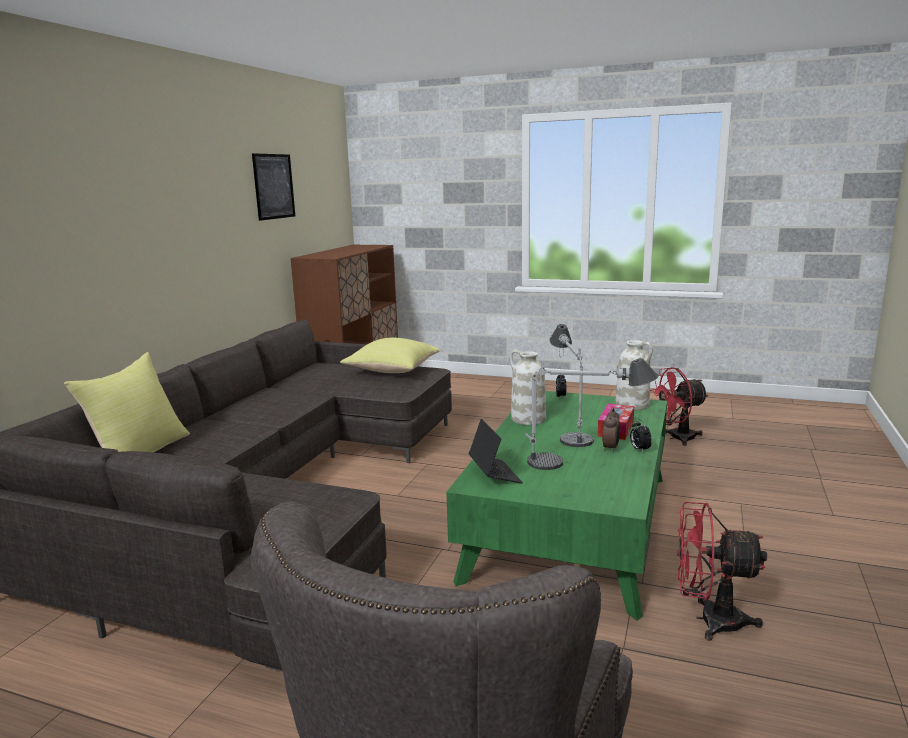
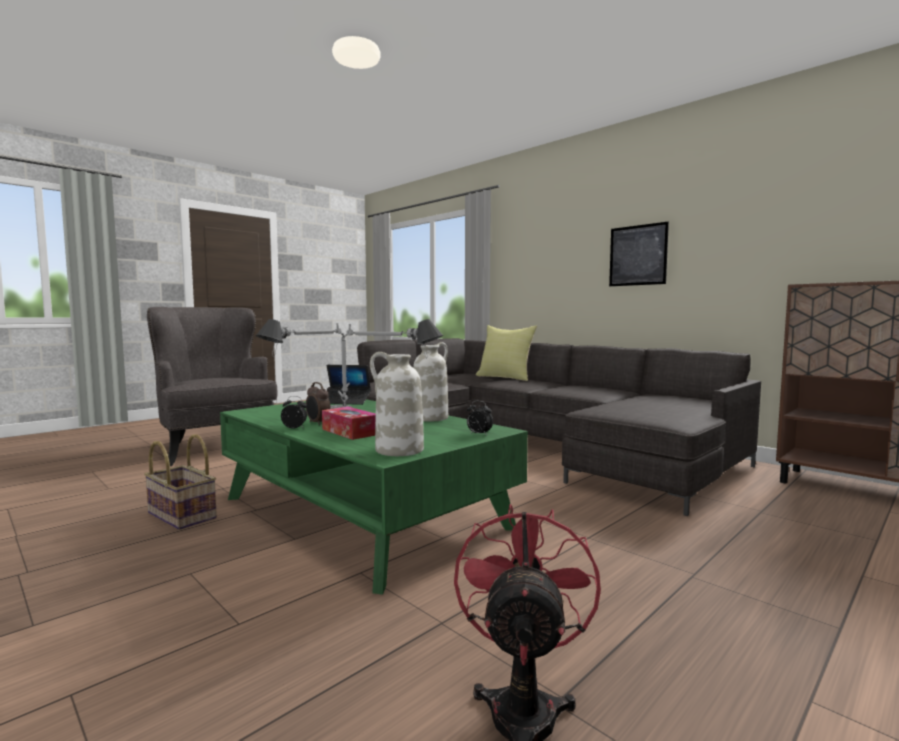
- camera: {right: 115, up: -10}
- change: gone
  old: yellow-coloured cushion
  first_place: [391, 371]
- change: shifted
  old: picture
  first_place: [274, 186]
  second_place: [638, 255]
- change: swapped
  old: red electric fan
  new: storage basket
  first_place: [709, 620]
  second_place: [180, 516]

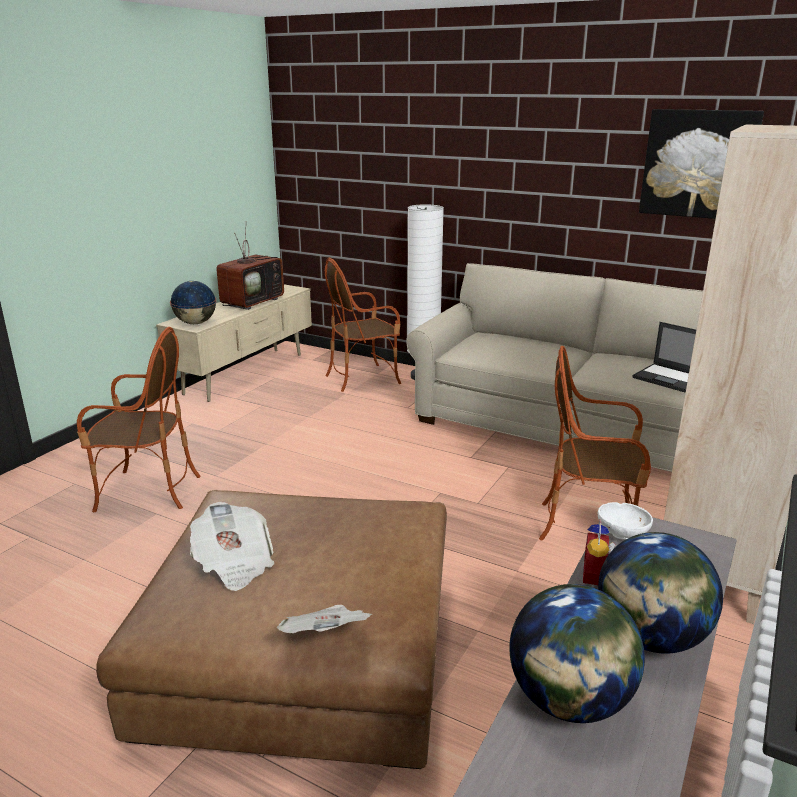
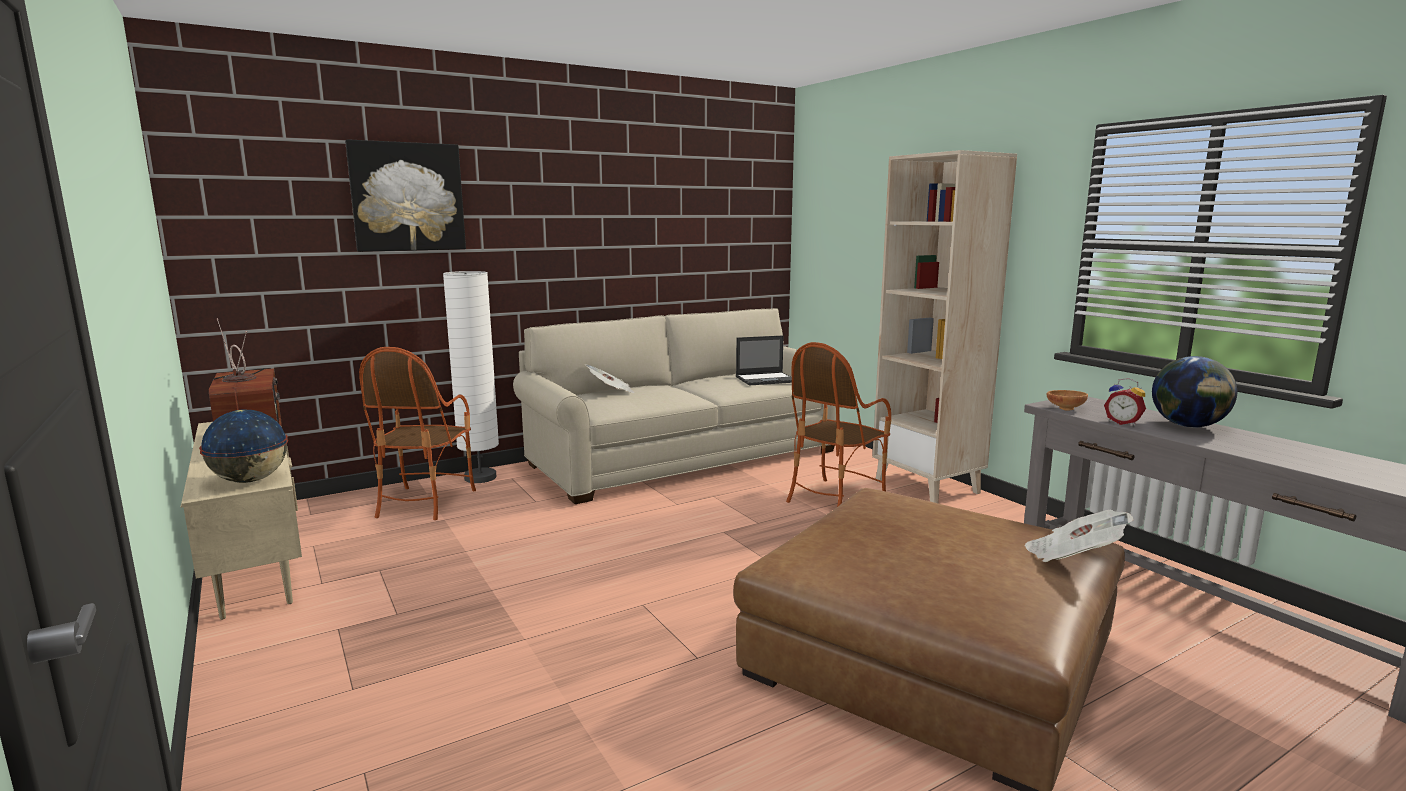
- camera: {right: -60, up: -10}
- change: gone
  old: lounge chair
  first_place: [147, 492]
- change: gone
  old: world globe
  first_place: [569, 701]
- change: shifted
  old: printed paper
  first_place: [234, 564]
  second_place: [611, 391]
- change: shifted
  old: picture
  first_place: [698, 164]
  second_place: [407, 197]
- change: repainted
  old: white serving bowl
  new: brown-coloured serving bowl
  first_place: [623, 533]
  second_place: [1065, 408]

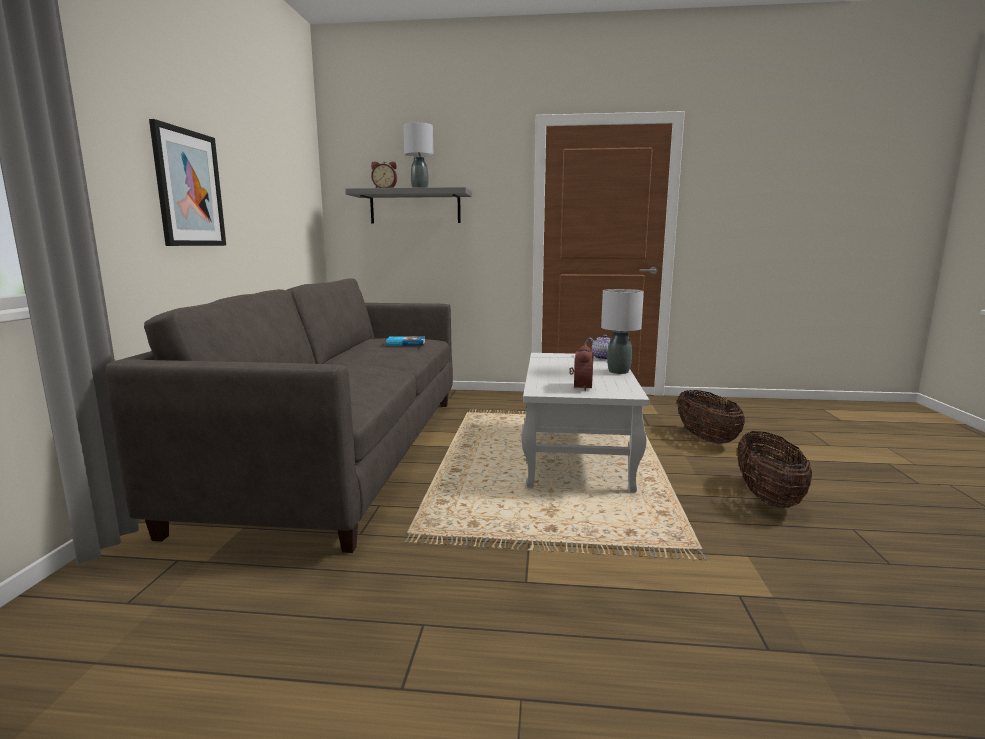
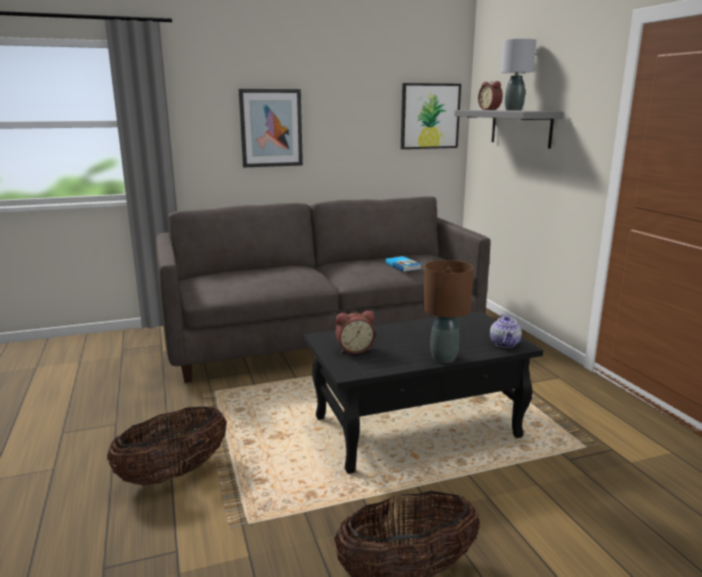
- camera: {right: 65, up: 5}
- change: new
  new: picture
  second_place: [429, 116]
- change: shifted
  old: storage basket
  first_place: [706, 439]
  second_place: [173, 473]
- change: repainted
  old: white low table
  new: black low table
  first_place: [576, 454]
  second_place: [417, 427]
- change: repainted
  old: grey lamp for a table
  new: brown-coloured lamp for a table
  first_place: [618, 371]
  second_place: [444, 358]

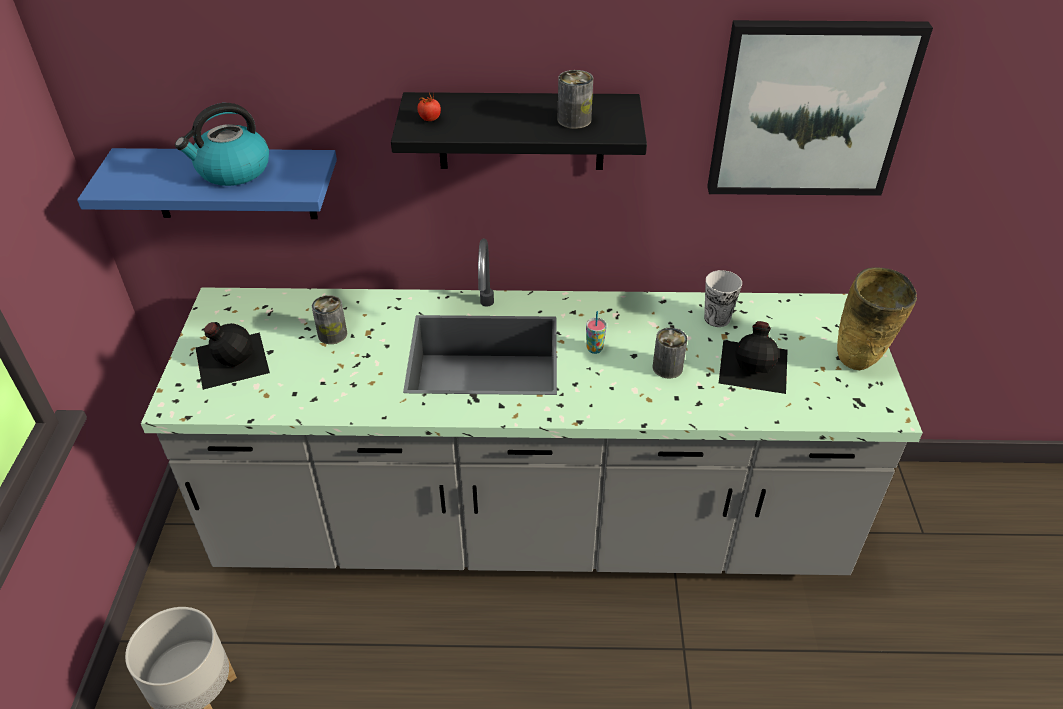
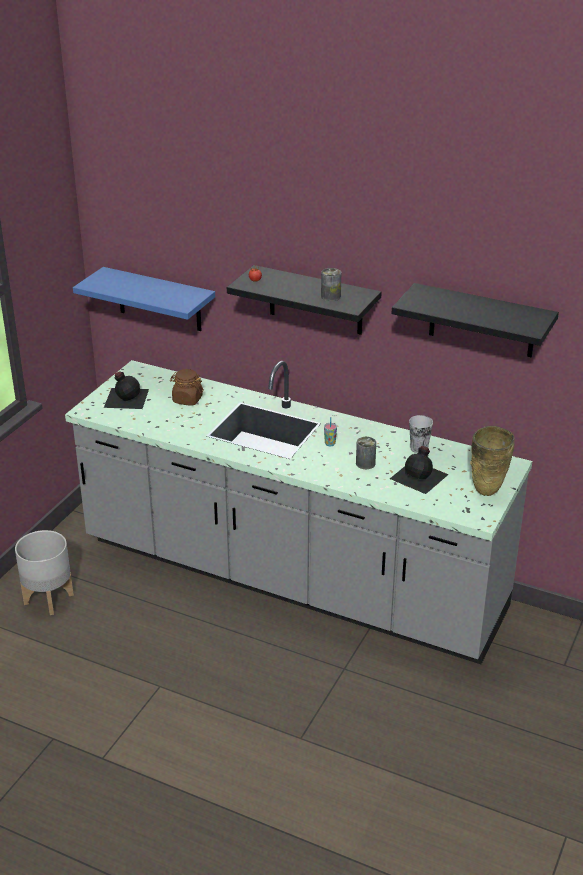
- camera: {right: 25, up: -10}
- change: gone
  old: tea kettle
  first_place: [232, 171]
- change: swapped
  old: metal can
  new: brown-coloured preserve jar
  first_place: [332, 334]
  second_place: [187, 399]
- change: swapped
  old: picture
  new: black wall shelf
  first_place: [810, 109]
  second_place: [482, 321]

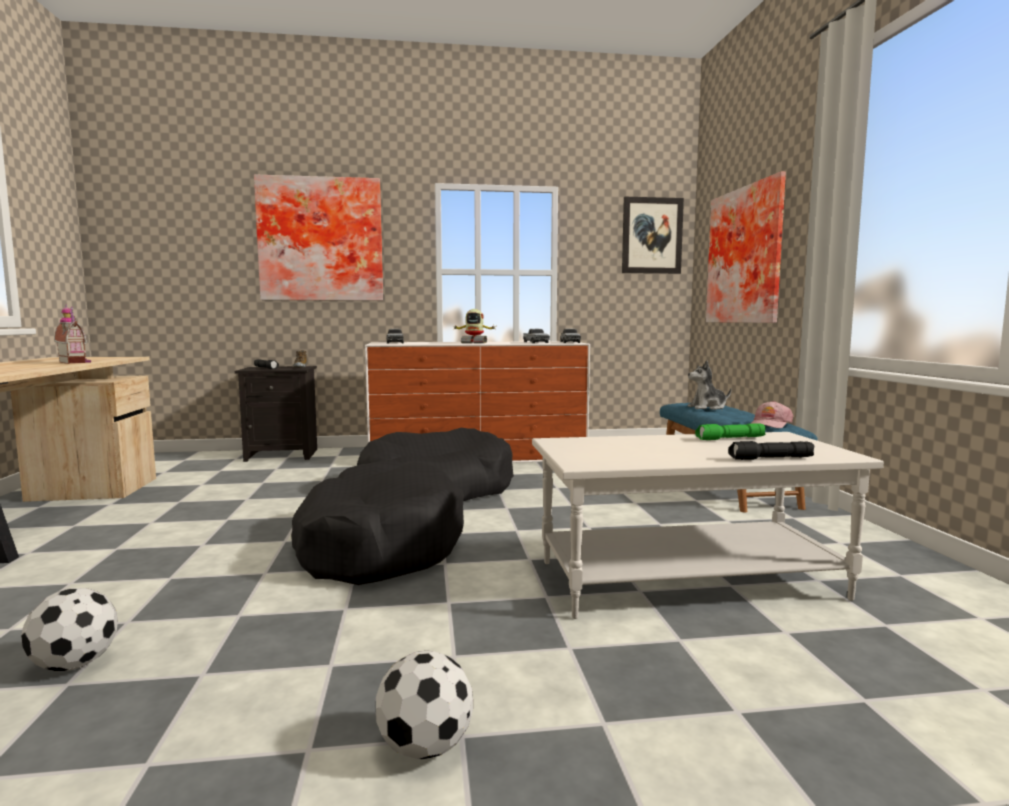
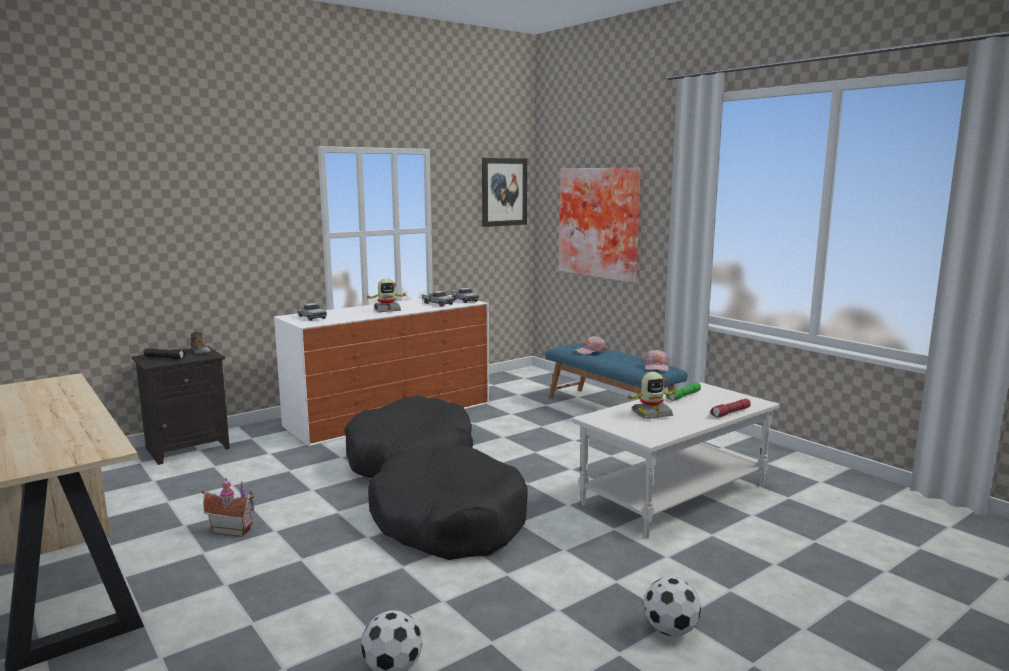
- camera: {right: -30, up: 5}
- change: gone
  old: picture
  first_place: [321, 240]
- change: new
  new: toy robot
  second_place: [651, 414]
- change: shifted
  old: toy house
  first_place: [76, 362]
  second_place: [233, 529]
- change: swapped
  old: cuddly toy
  new: pink-coloured cap
  first_place: [707, 407]
  second_place: [591, 351]
- change: repainted
  old: black flashlight
  new: red flashlight
  first_place: [770, 459]
  second_place: [731, 413]

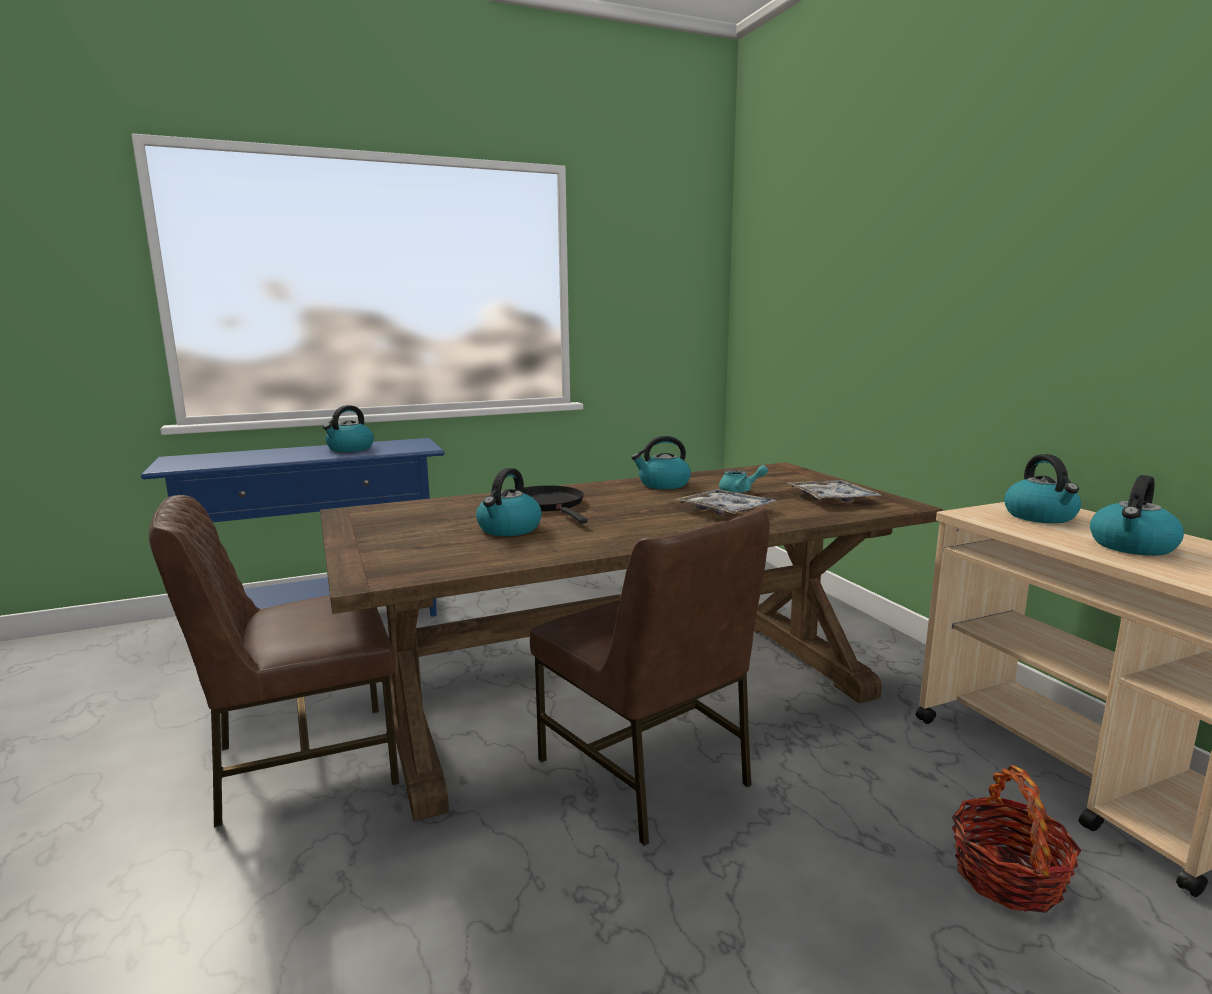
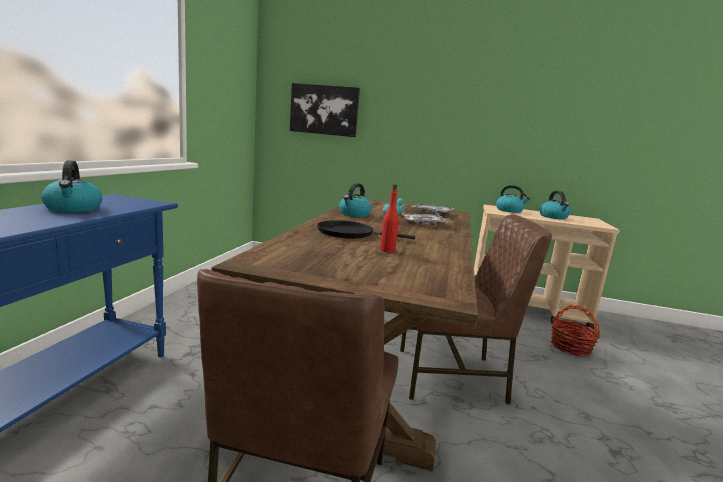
- camera: {right: -55, up: 0}
- change: new
  new: picture
  second_place: [324, 110]
- change: swapped
  old: tea kettle
  new: red bottle
  first_place: [509, 529]
  second_place: [387, 250]

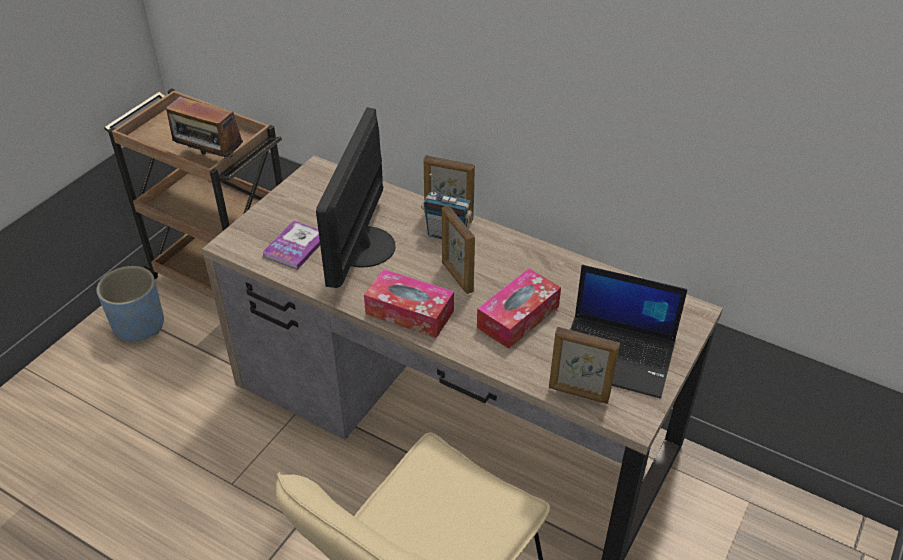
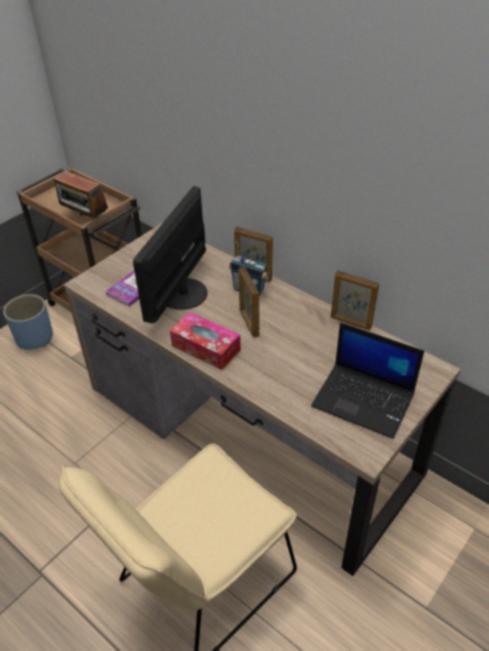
- camera: {right: 10, up: 0}
- change: gone
  old: box of tissues
  first_place: [518, 317]
- change: shifted
  old: picture frame
  first_place: [578, 393]
  second_place: [350, 322]

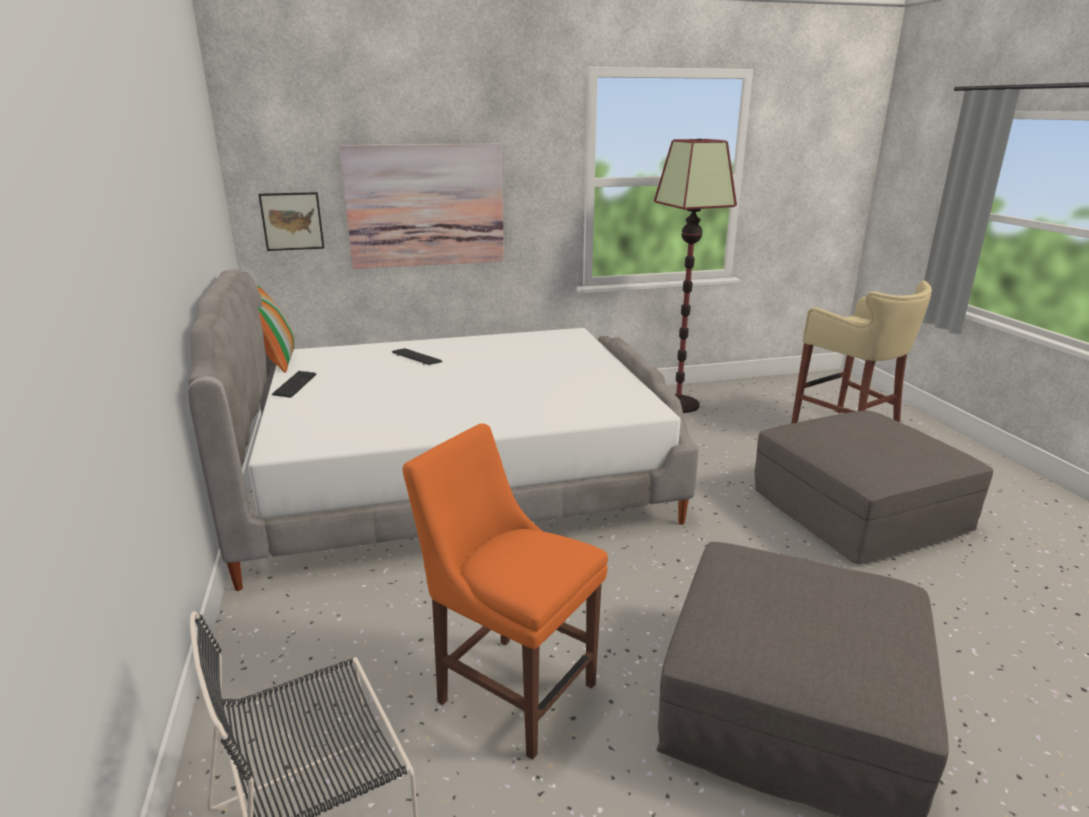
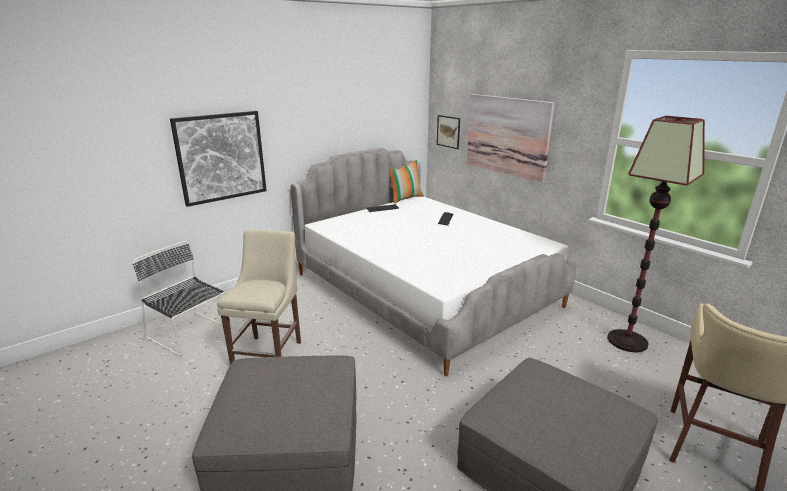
- camera: {right: 65, up: 0}
- change: new
  new: picture
  second_place: [221, 157]
- change: repainted
  old: orangey chair
  new: beige-coloured chair
  first_place: [511, 689]
  second_place: [269, 352]

